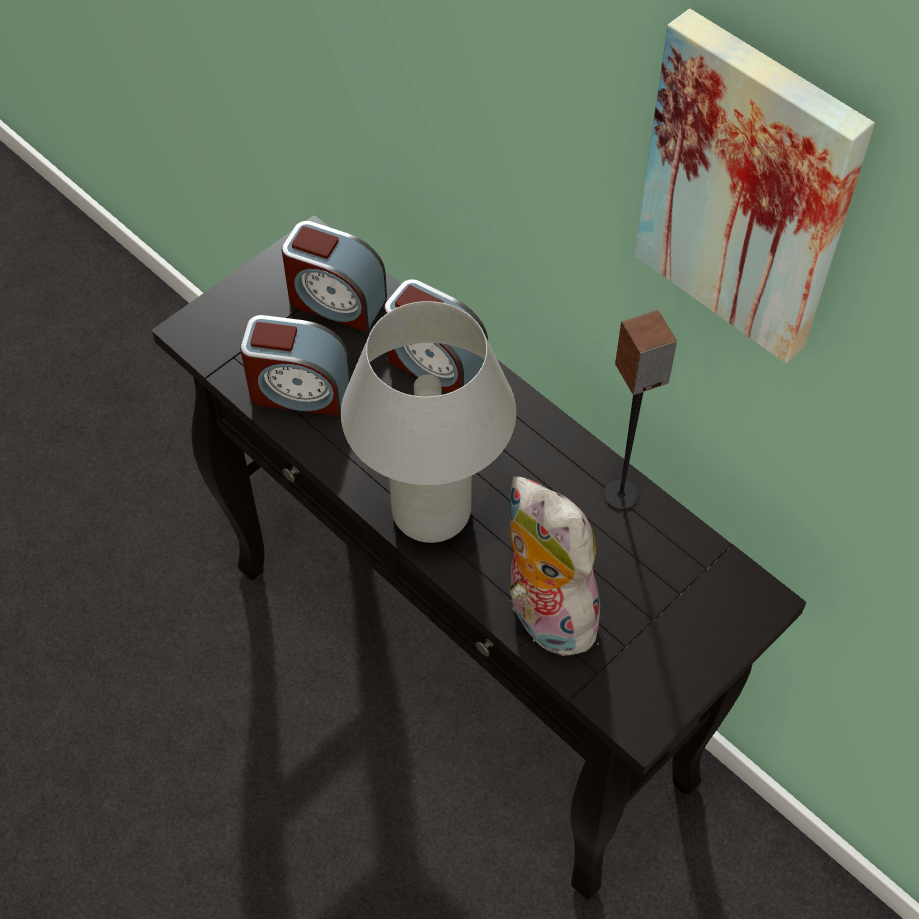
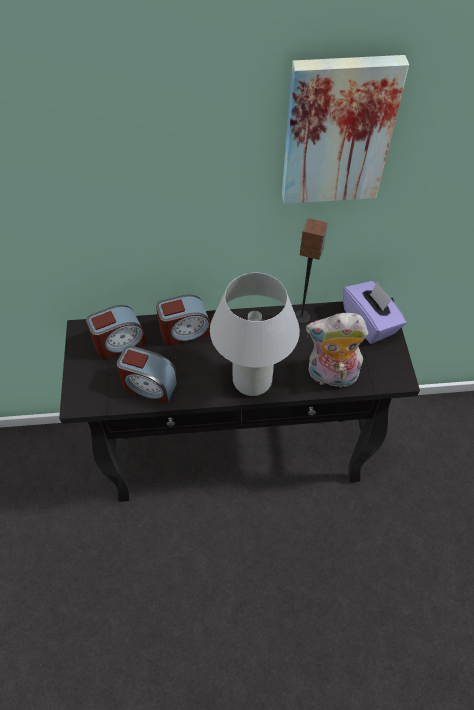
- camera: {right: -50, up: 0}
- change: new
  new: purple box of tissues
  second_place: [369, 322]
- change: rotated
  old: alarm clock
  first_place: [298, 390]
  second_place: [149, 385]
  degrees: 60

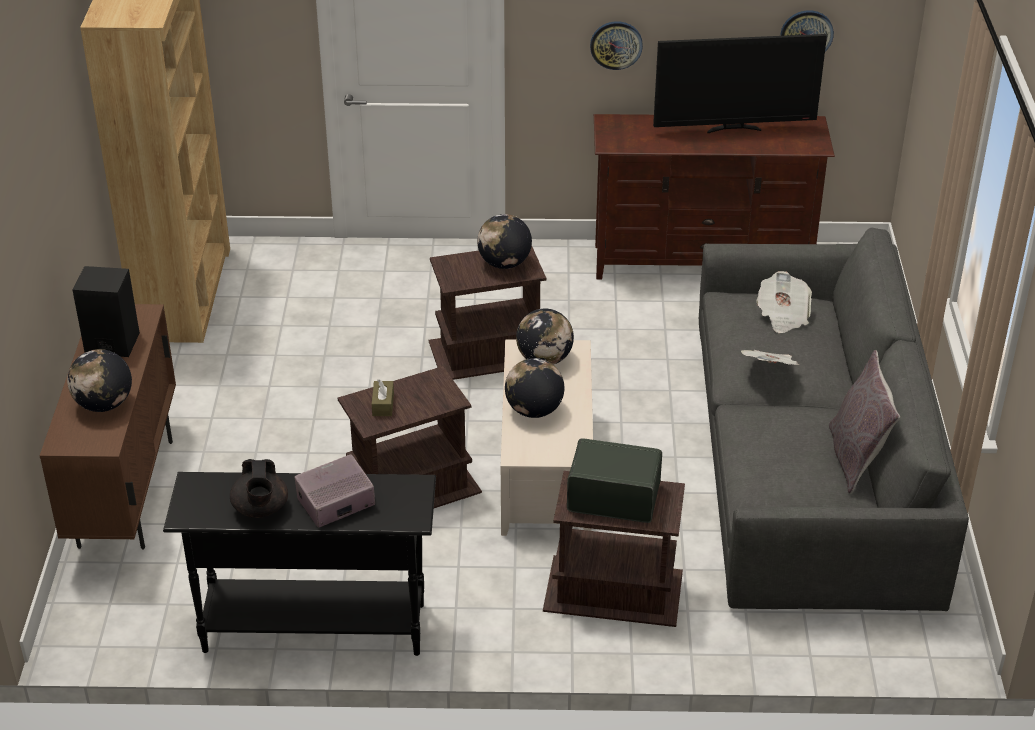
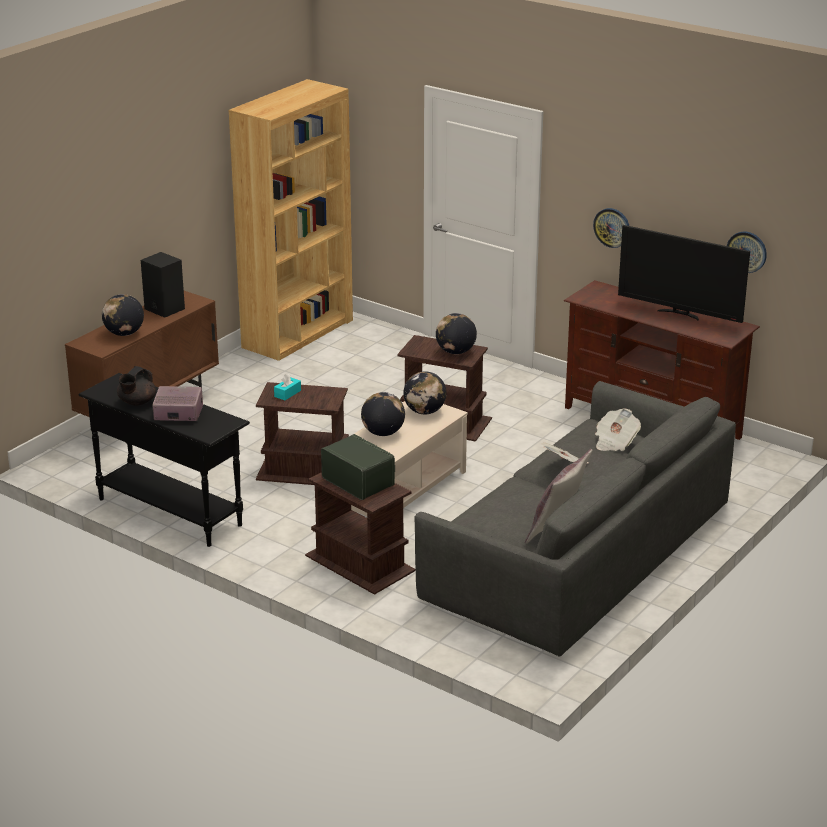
- camera: {right: 35, up: -10}
- change: repainted
  old: brown-coloured box of tissues
  new: turquoise-coloured box of tissues
  first_place: [383, 404]
  second_place: [287, 393]

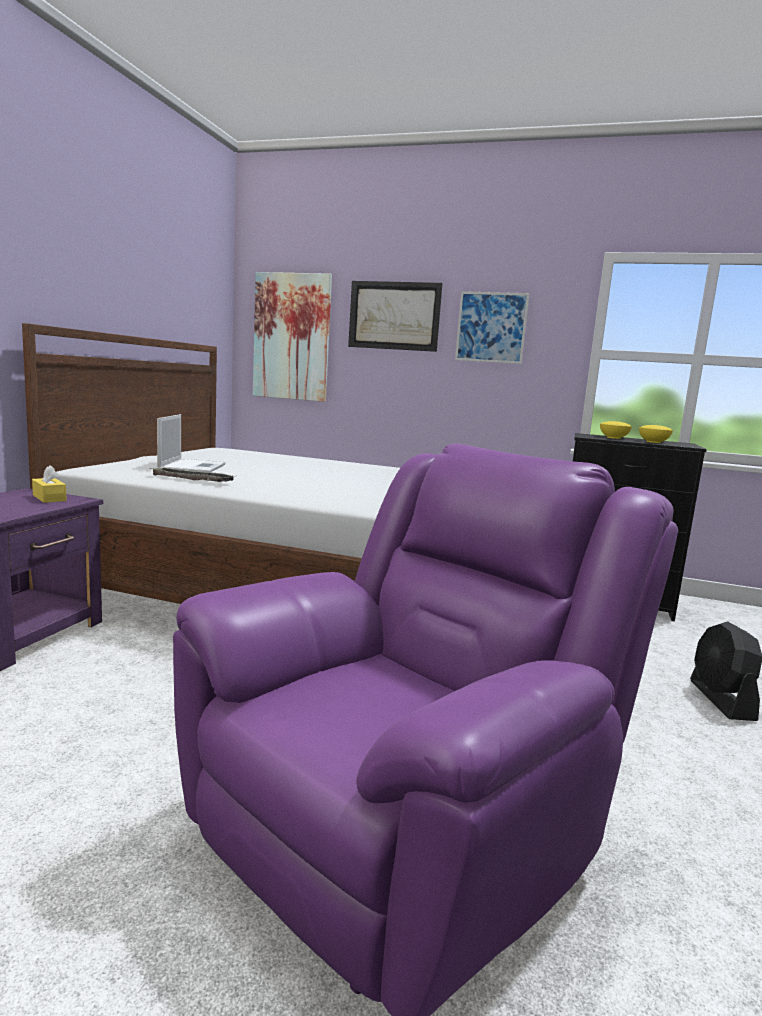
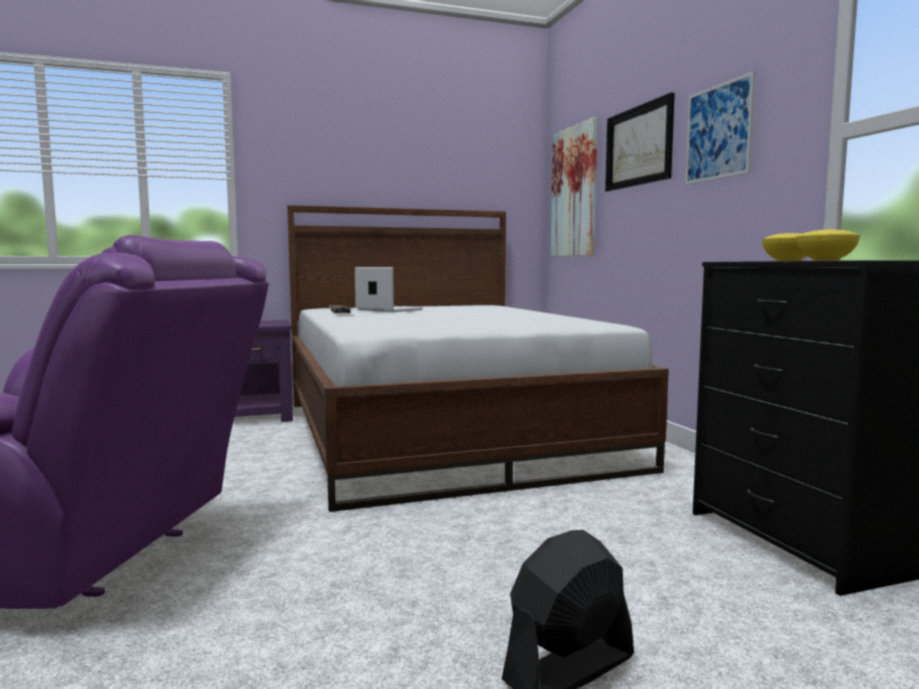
- camera: {right: 55, up: -5}
- change: gone
  old: yellow-coloured box of tissues
  first_place: [49, 498]
- change: rotated
  old: notebook computer
  first_place: [193, 467]
  second_place: [387, 310]
  degrees: -105

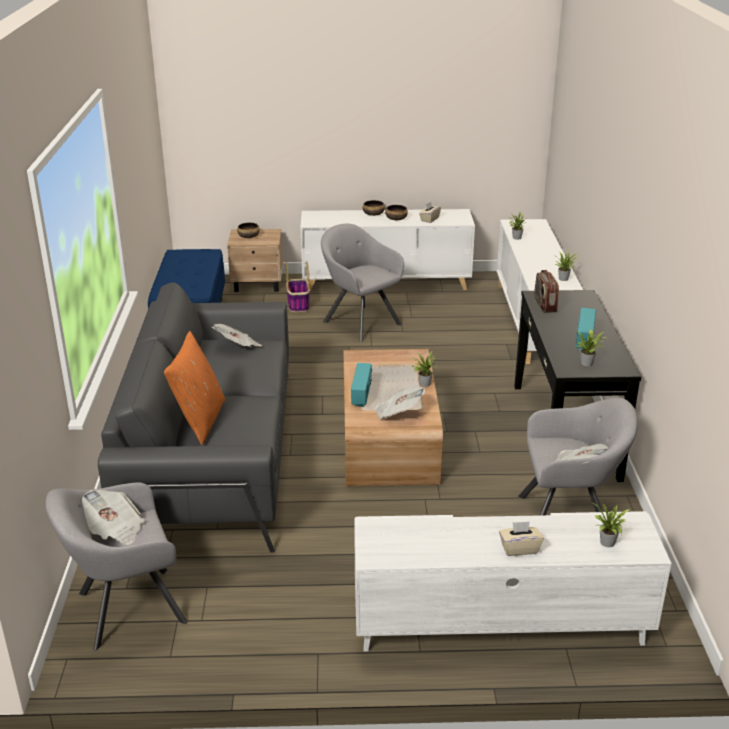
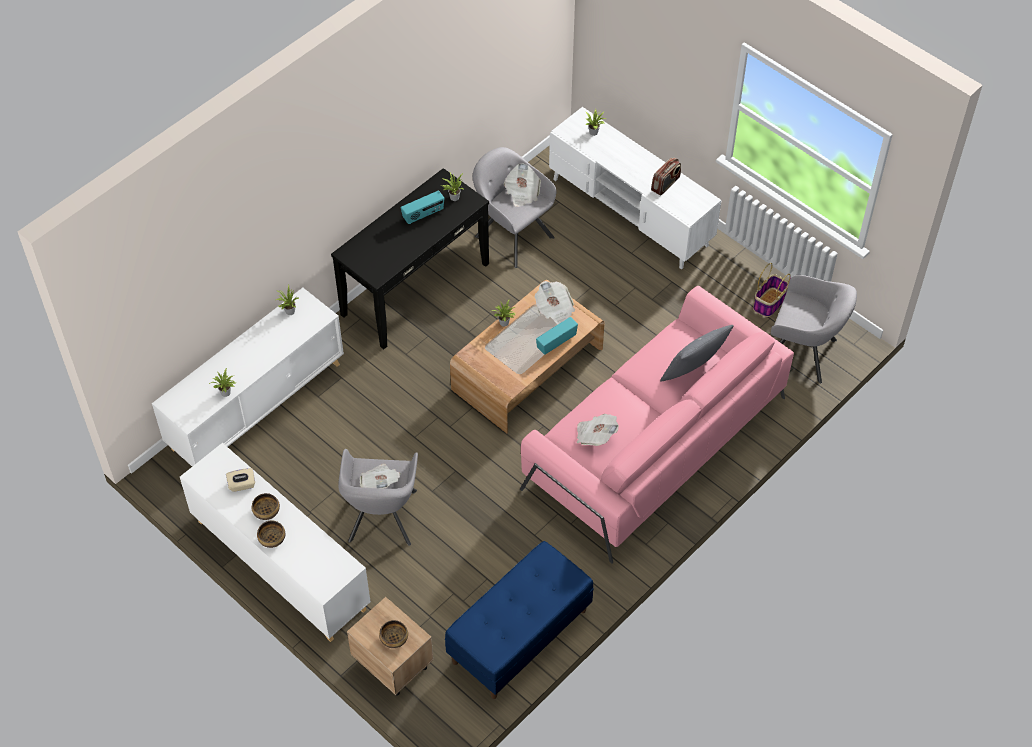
- camera: {right: -135, up: 25}
- change: gone
  old: beige-coloured box of tissues
  first_place: [519, 548]
- change: shifted
  old: printed paper
  first_place: [114, 529]
  second_place: [380, 483]
- change: shifted
  old: storage basket
  first_place: [298, 304]
  second_place: [769, 303]
- change: shifted
  old: radio receiver
  first_place: [544, 305]
  second_place: [665, 184]
- change: repainted
  old: grey settee
  new: pink-coloured settee
  first_place: [212, 453]
  second_place: [654, 442]
- change: repainted
  old: orangey cushion
  new: grey cushion
  first_place: [200, 420]
  second_place: [693, 371]

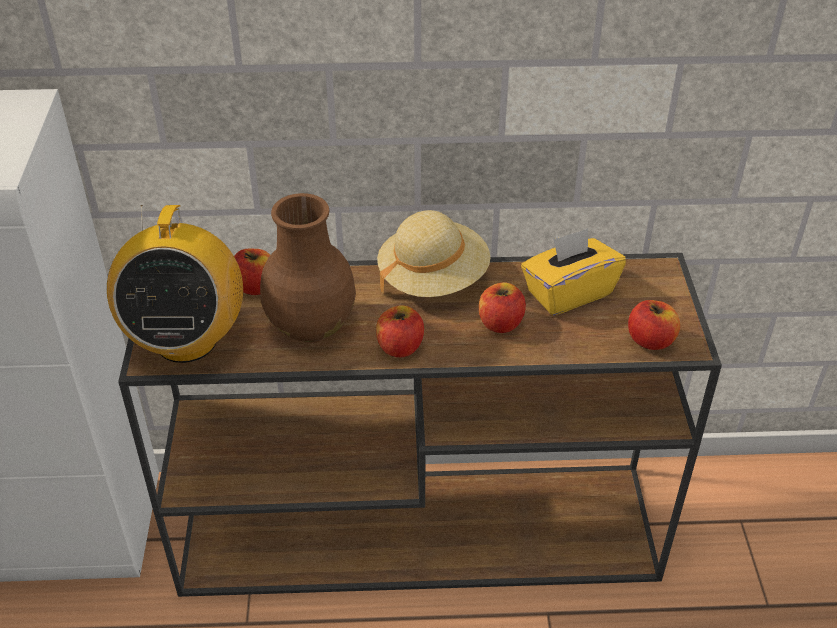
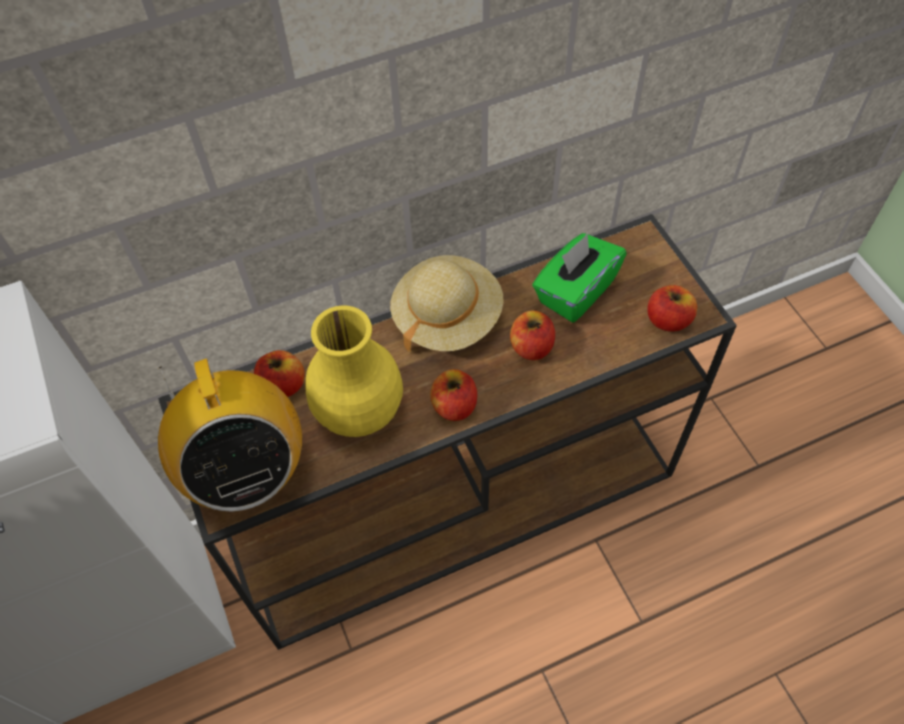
- camera: {right: -20, up: 15}
- change: repainted
  old: brown-coloured flower vase
  new: yellow-coloured flower vase
  first_place: [310, 327]
  second_place: [359, 413]
- change: repainted
  old: yellow-coloured box of tissues
  new: green box of tissues
  first_place: [568, 292]
  second_place: [575, 292]

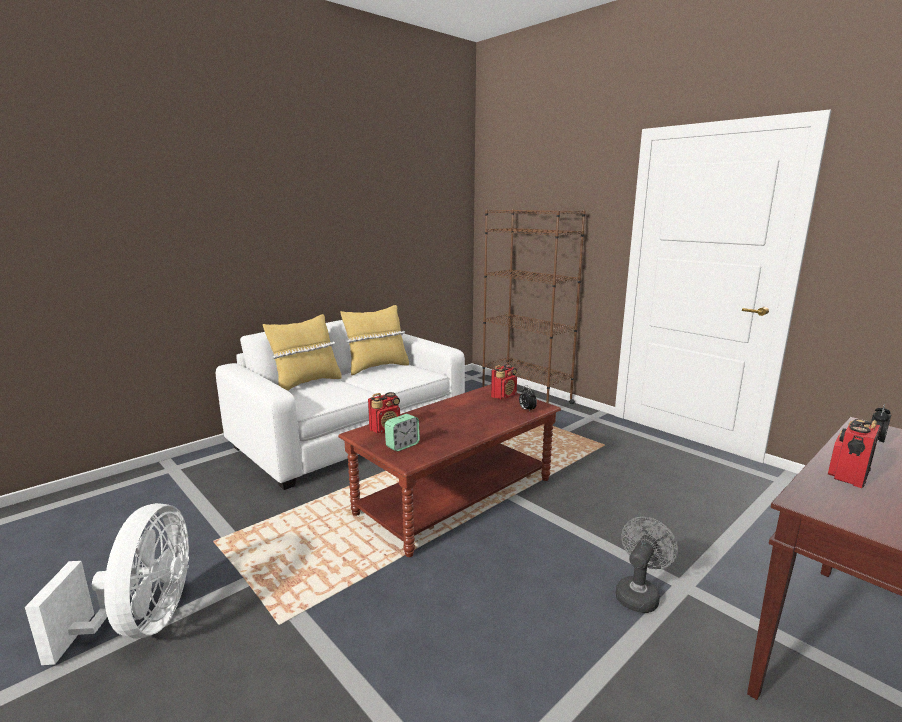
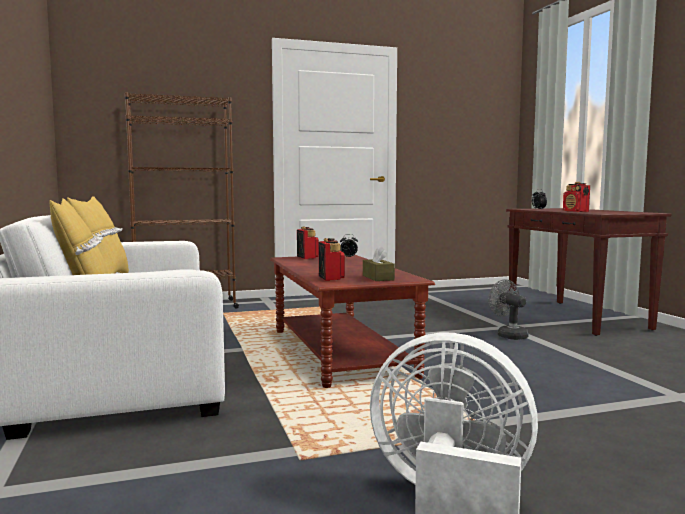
- camera: {right: -65, up: -10}
- change: swapped
  old: alarm clock
  new: brown-coloured box of tissues
  first_place: [402, 445]
  second_place: [378, 278]

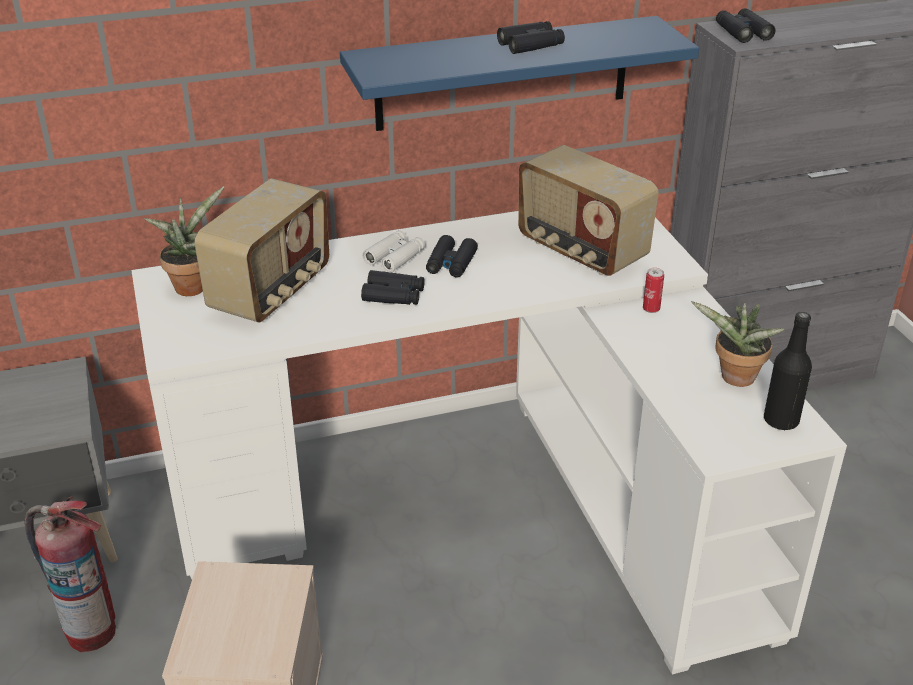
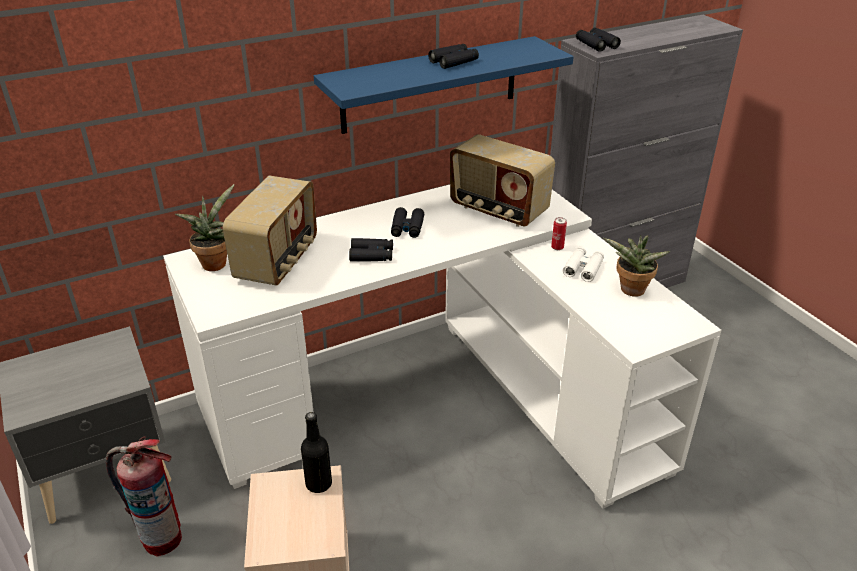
- camera: {right: -10, up: 0}
- change: shifted
  old: white binoculars
  first_place: [394, 257]
  second_place: [583, 268]
- change: shifted
  old: black bottle
  first_place: [781, 420]
  second_place: [318, 484]

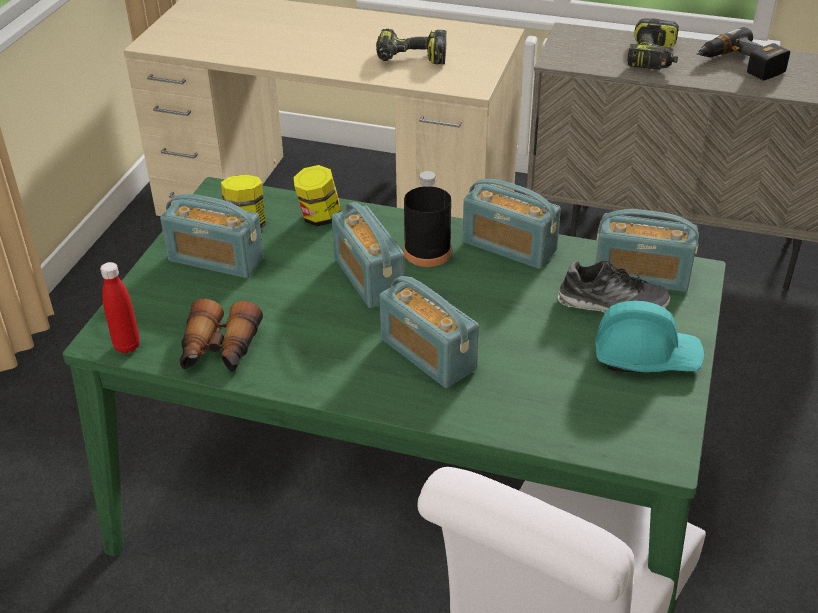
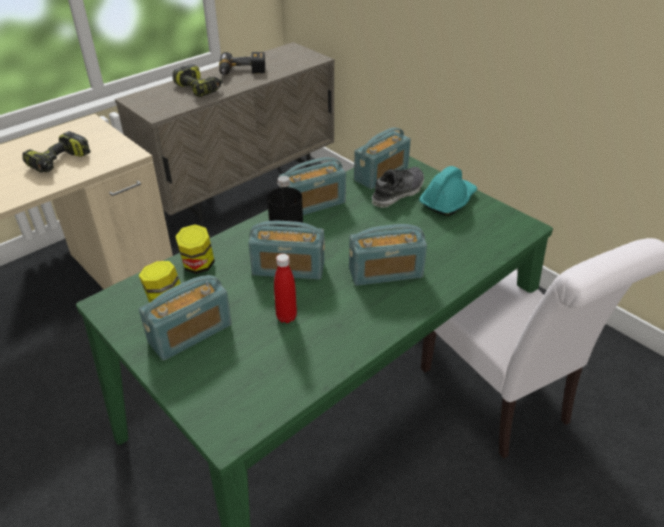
- camera: {right: -60, up: 0}
- change: gone
  old: binoculars
  first_place: [219, 351]
- change: shifted
  old: red bottle
  first_place: [127, 346]
  second_place: [286, 317]

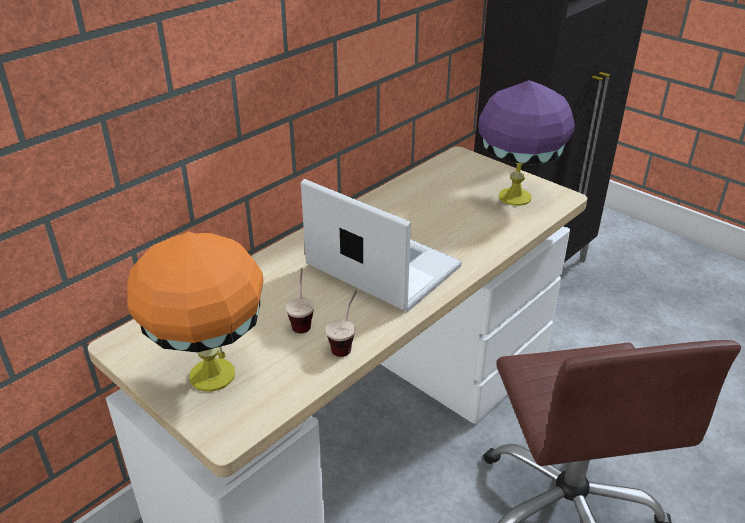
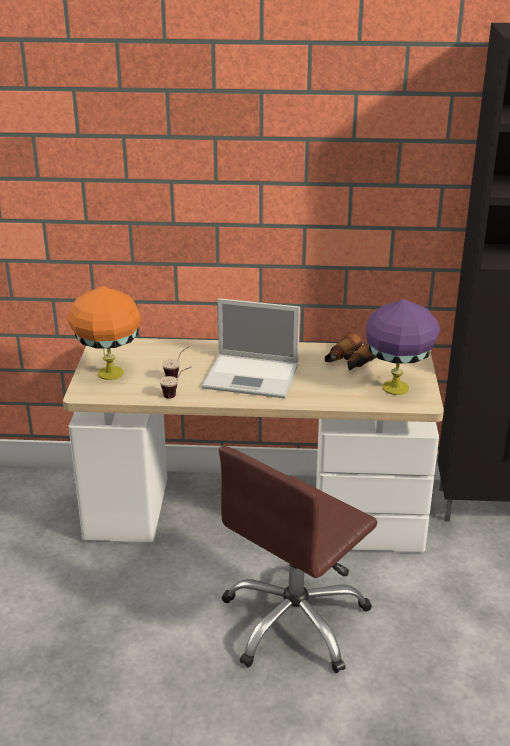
- camera: {right: 50, up: -5}
- change: new
  new: binoculars
  second_place: [350, 362]
- change: rotated
  old: notebook computer
  first_place: [381, 266]
  second_place: [253, 376]
  degrees: 105

